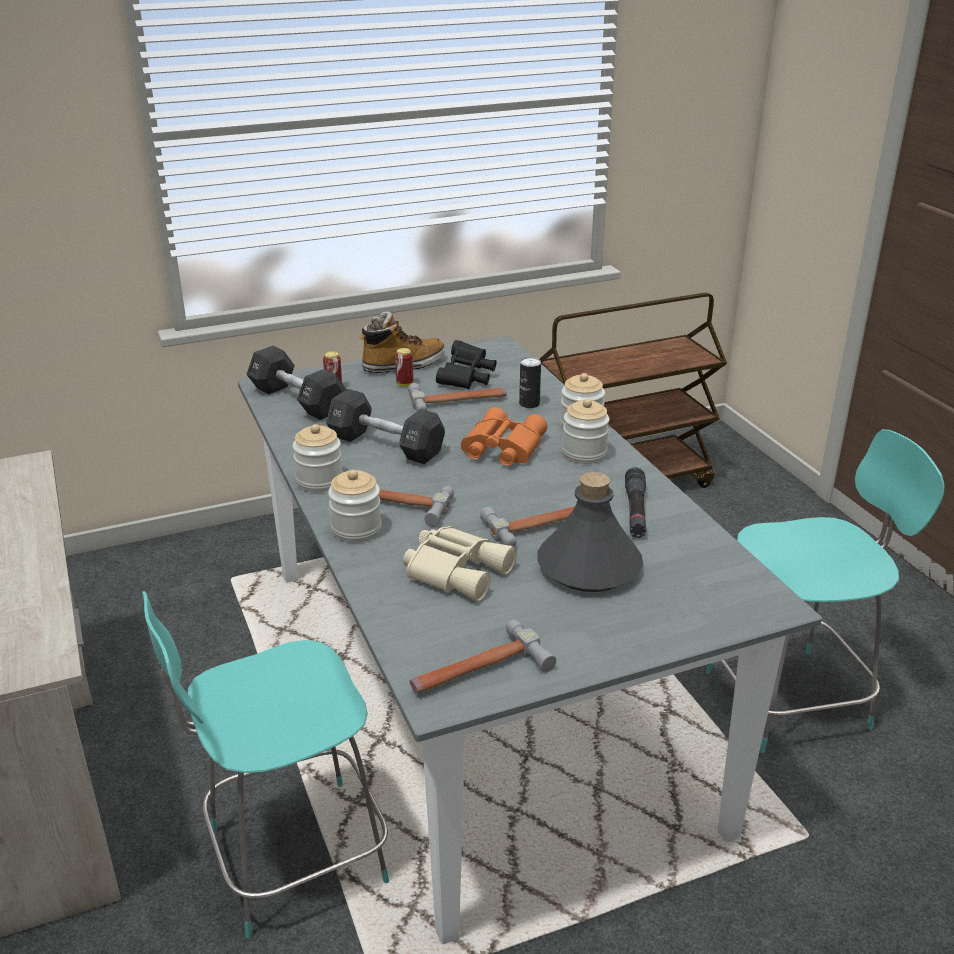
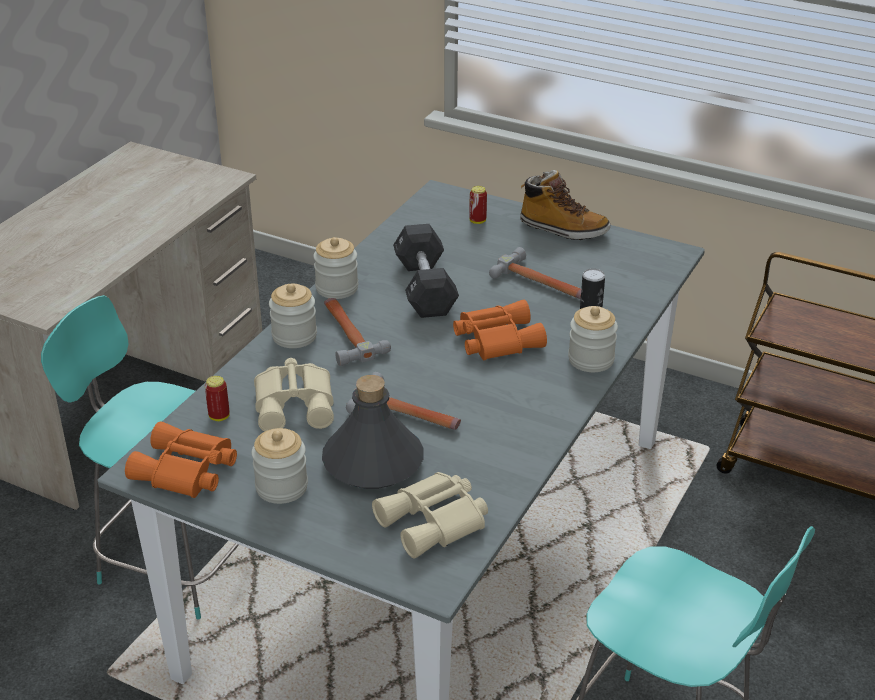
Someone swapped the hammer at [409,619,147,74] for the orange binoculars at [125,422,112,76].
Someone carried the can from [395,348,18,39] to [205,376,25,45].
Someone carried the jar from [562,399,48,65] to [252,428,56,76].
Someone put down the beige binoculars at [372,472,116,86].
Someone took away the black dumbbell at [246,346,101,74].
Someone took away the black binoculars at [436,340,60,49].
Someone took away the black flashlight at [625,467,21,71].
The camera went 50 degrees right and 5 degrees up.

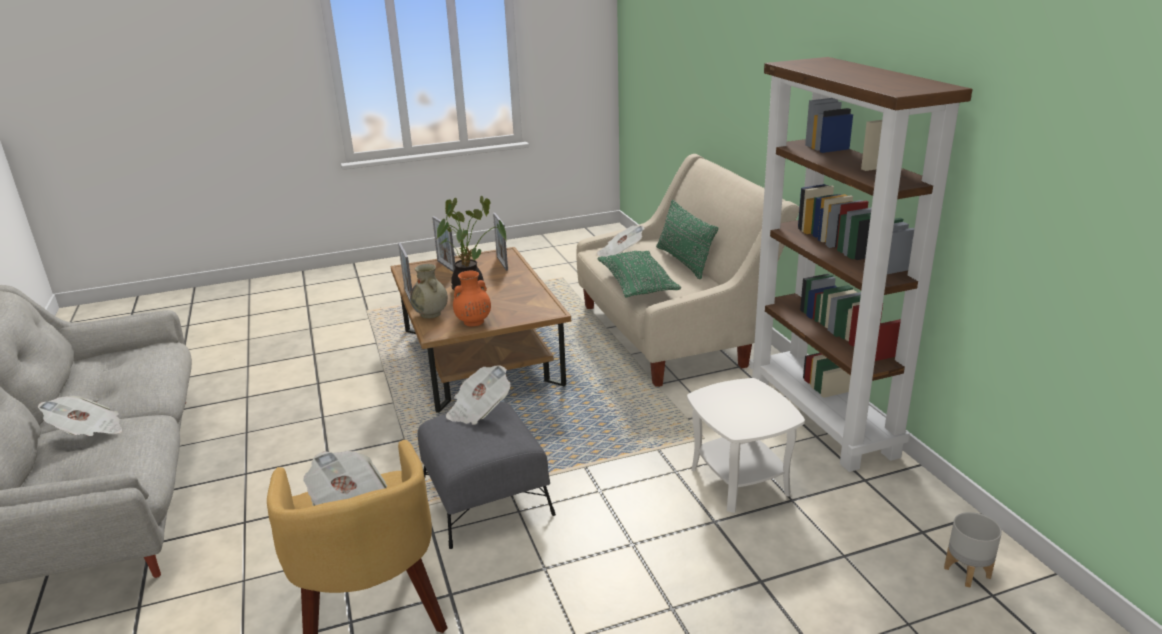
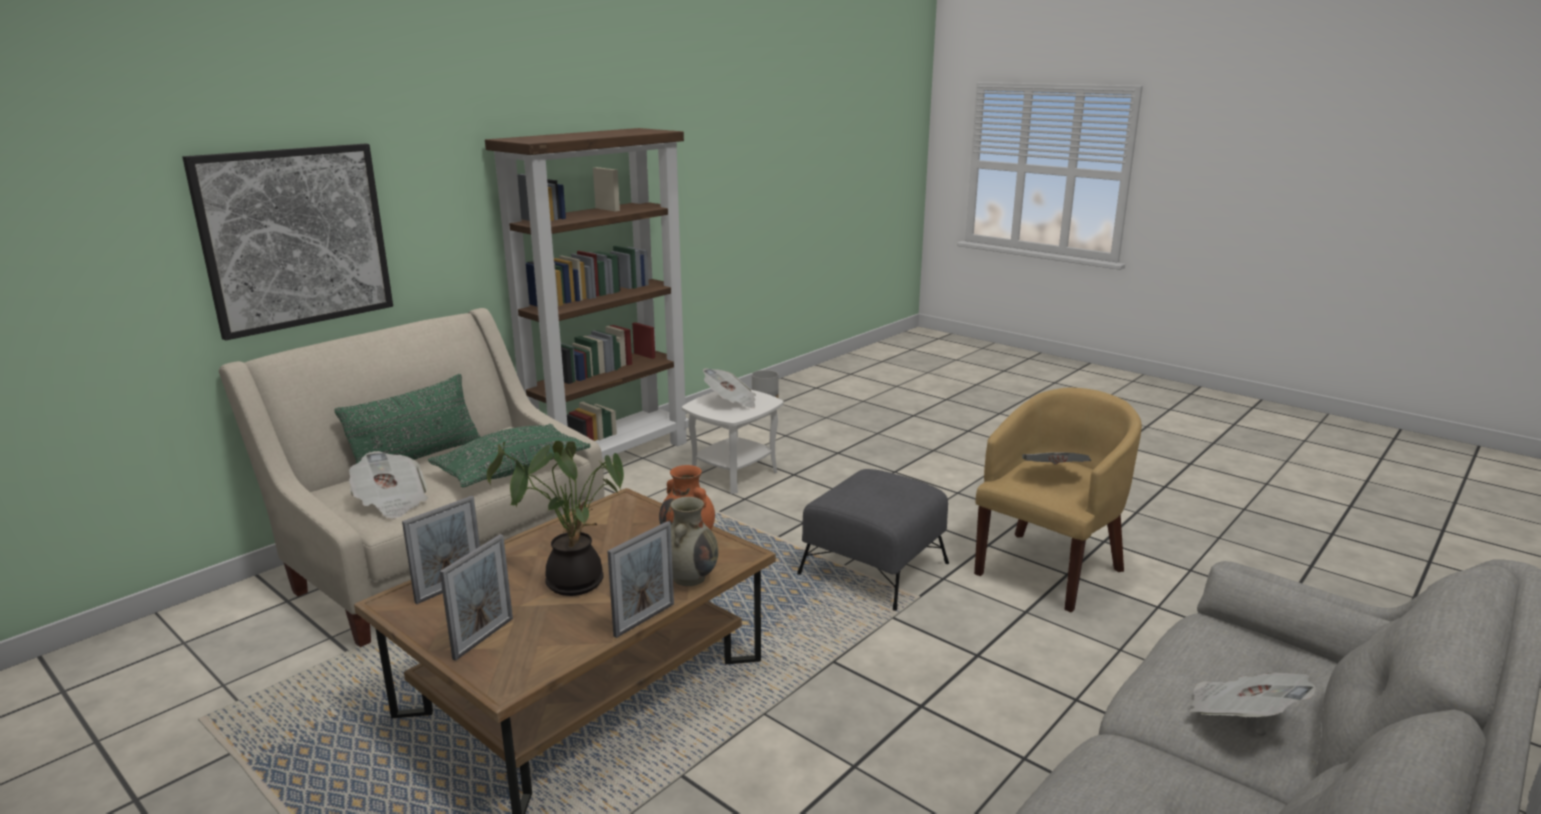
Someone put up the picture at [182,144,211,197].
Someone carried the newspaper from [446,365,64,60] to [703,368,53,40].
The camera went 120 degrees left and 5 degrees down.

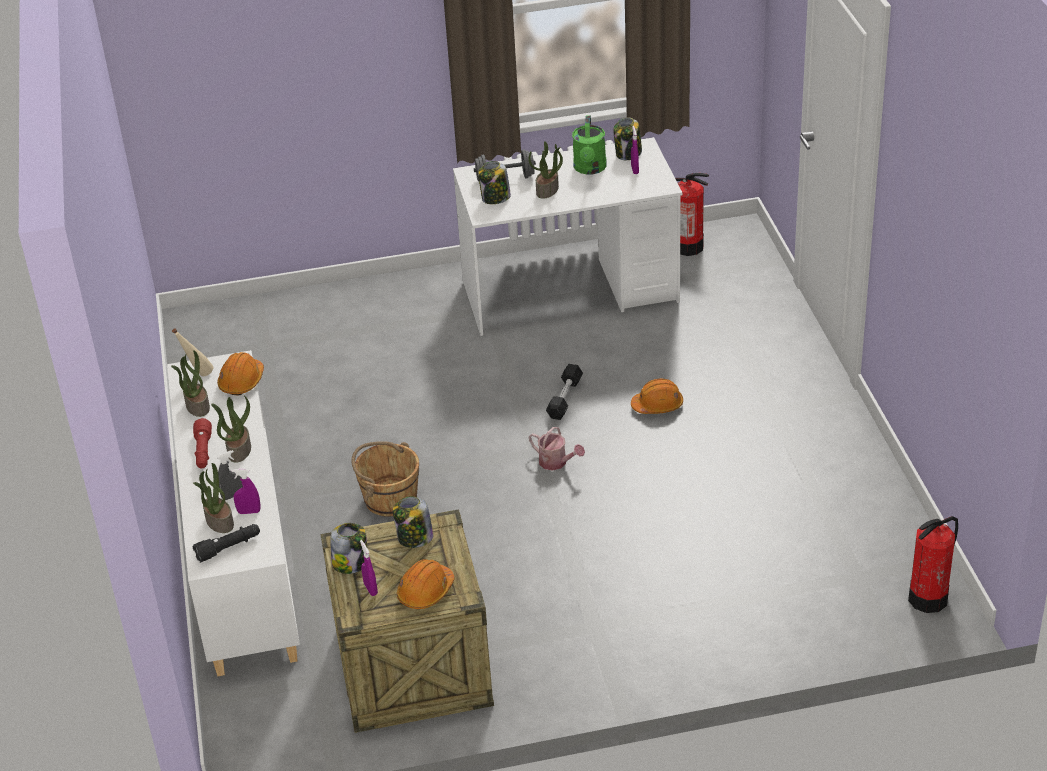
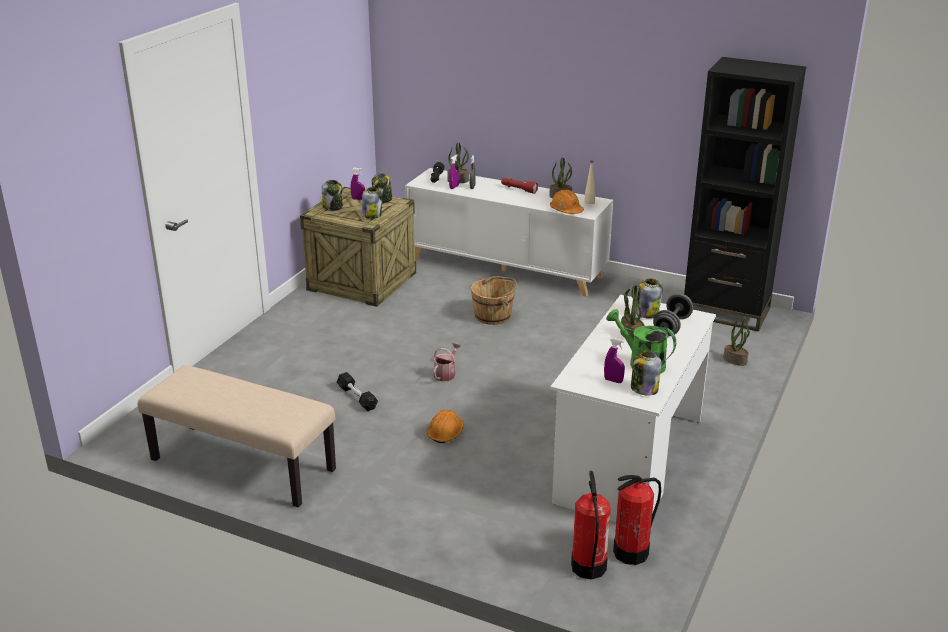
Someone put down the beige bench at [138,365,198,142].
Someone swapped the orange hard hat at [397,559,58,51] for the jar at [322,180,21,31].
Someone carried the black dumbbell from [546,364,37,56] to [337,372,41,39].
Someone rotated the watering can at [529,427,56,44] by 135 degrees clockwise.
Someone carried the fire extinguisher from [908,516,50,97] to [571,471,40,108].
Someone put down the black bookcase at [684,57,122,275].
Someone carried the potted plant from [211,396,40,67] to [723,319,27,47].
The camera went 125 degrees right and 10 degrees down.

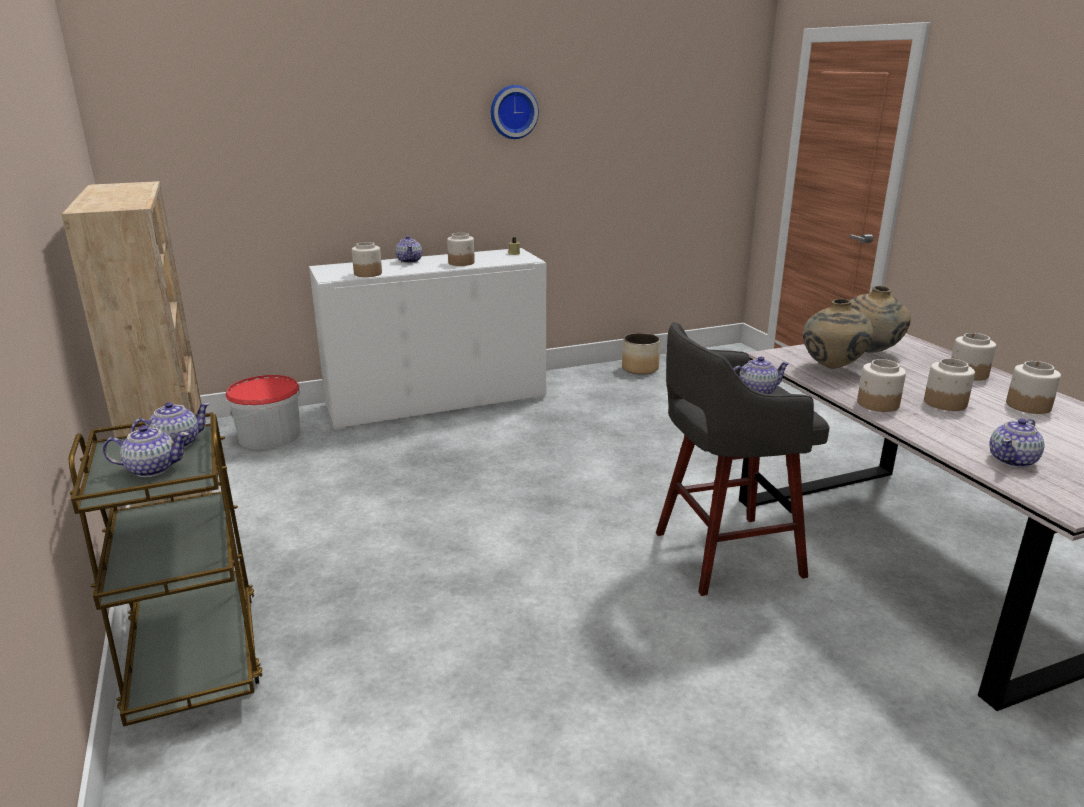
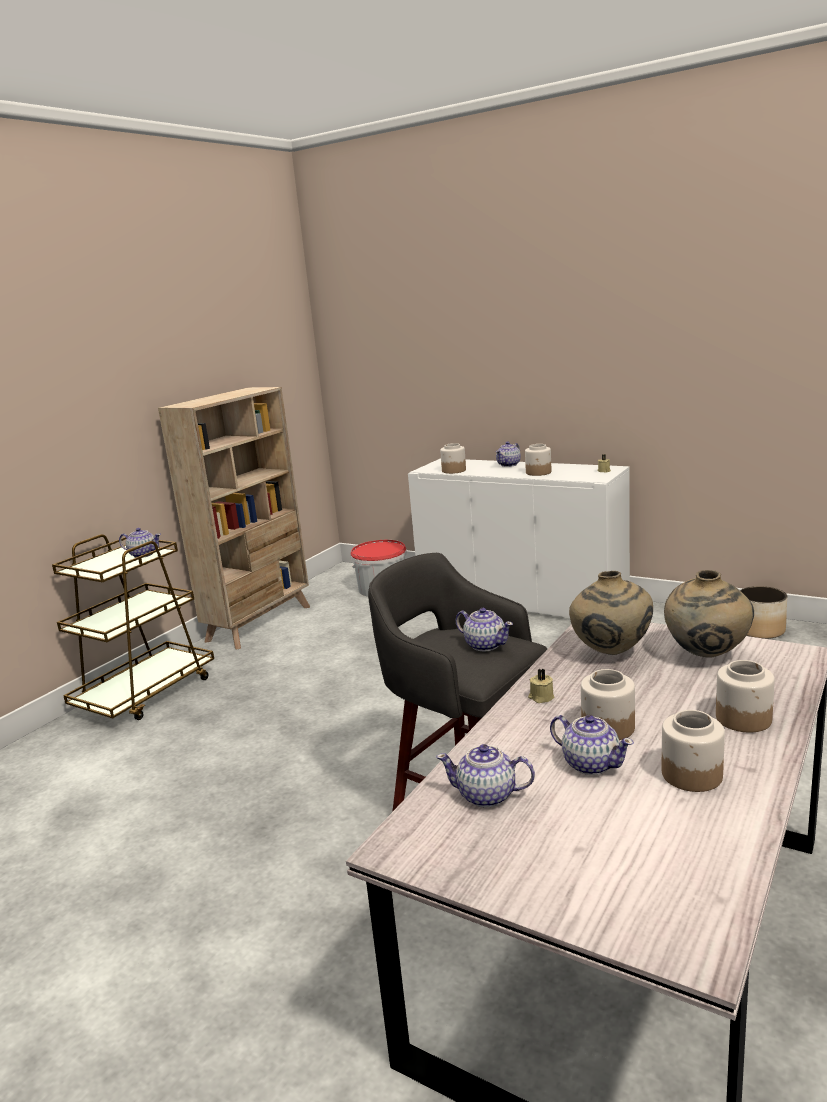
Someone swapped the jar at [857,359,49,53] for the beige candle at [528,668,26,35].
Someone carried the teapot from [103,425,86,52] to [550,715,84,60].
Someone took away the wall clock at [491,85,48,54].
The camera went 55 degrees right and 5 degrees down.

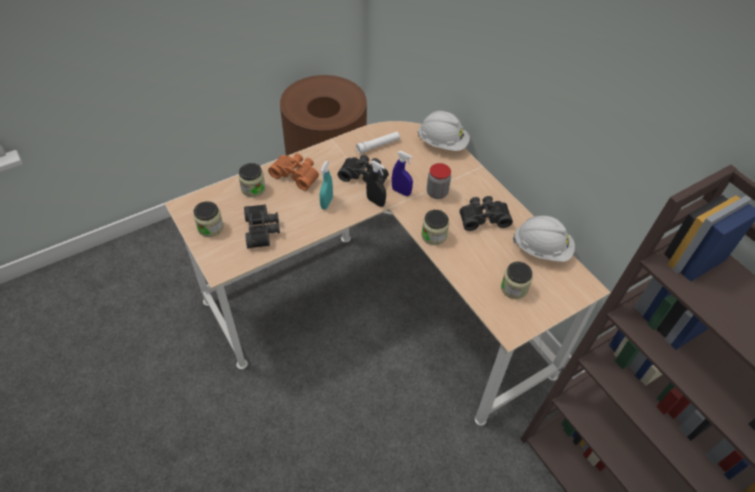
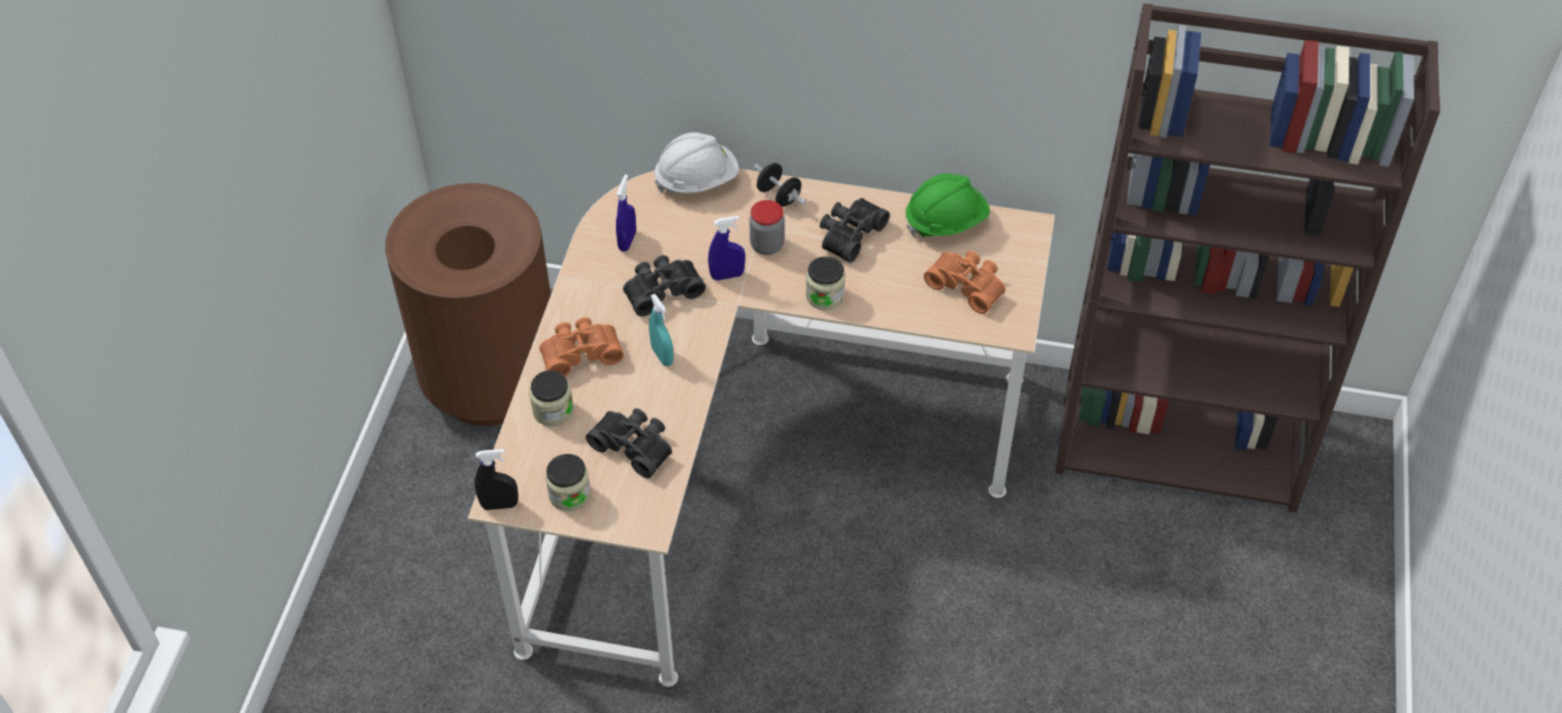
Someone carried the black spray bottle from [366,161,20,46] to [474,449,44,61].
Someone swapped the white flashlight at [356,132,44,22] for the blue spray bottle at [616,174,20,78].
Someone put down the black dumbbell at [753,163,53,44].
Someone repainted the white hard hat at [513,216,62,46], which became the green hard hat at [906,174,84,64].
Someone swapped the jar at [501,262,32,37] for the orange binoculars at [924,251,81,63].
The camera went 45 degrees left and 0 degrees up.

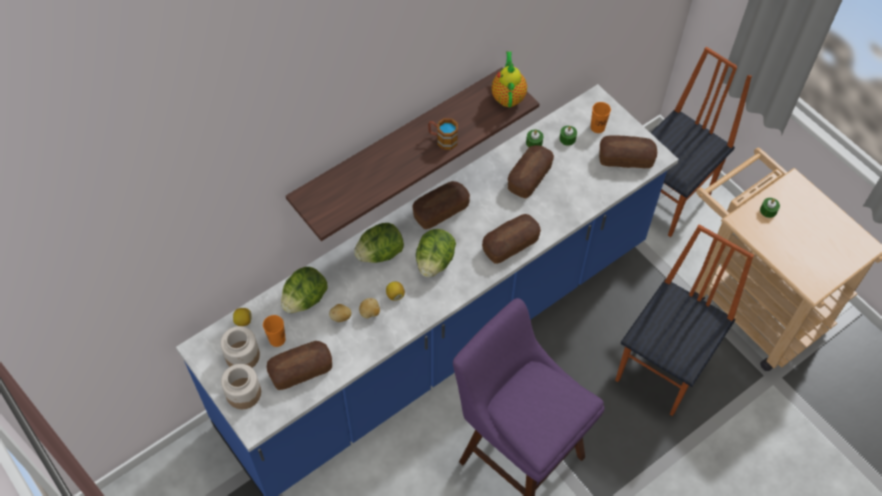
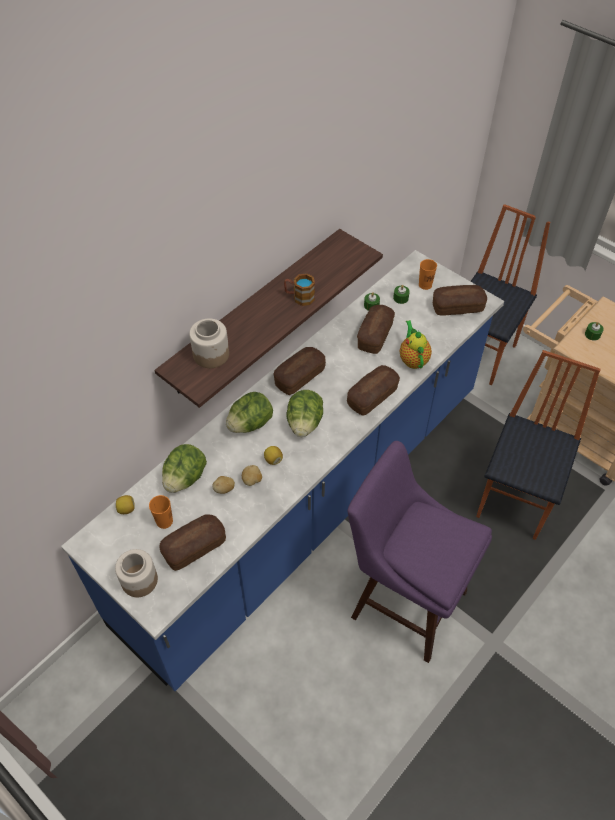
Someone carried the jar from [220,326,40,42] to [189,318,40,50].
Someone carried the teapot from [491,51,36,56] to [400,320,32,49].
The camera went 10 degrees left and 5 degrees down.

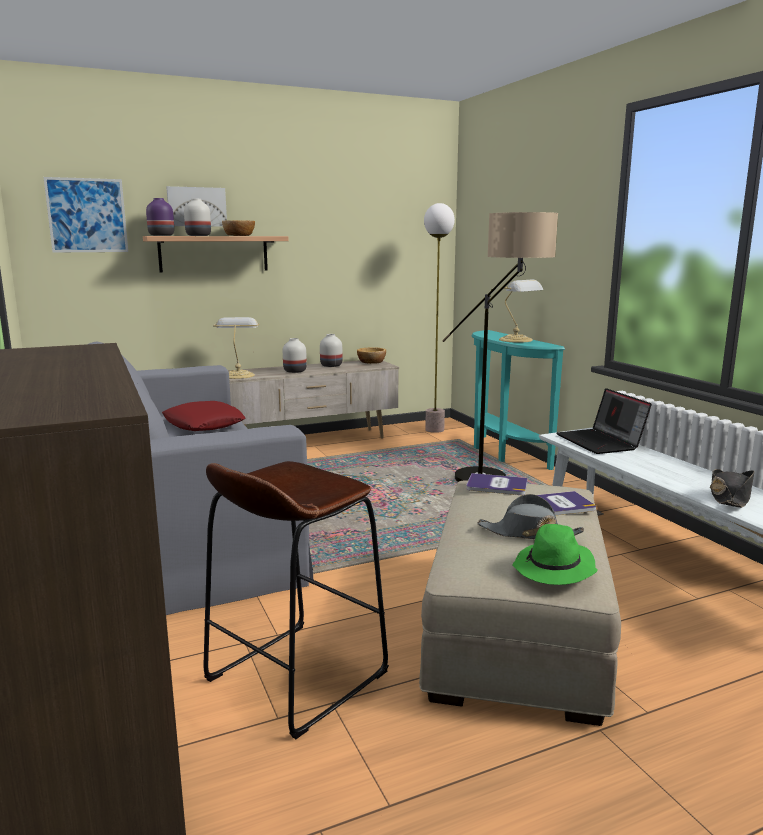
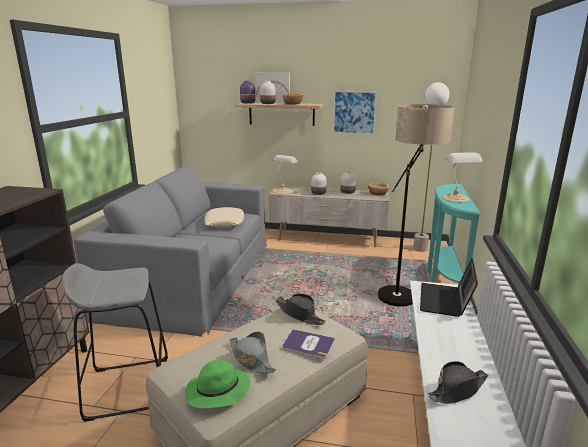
Someone repainted the brown stool at [203,461,186,278], which became the grey stool at [62,263,106,159].
Someone repainted the red pillow at [162,401,84,30], which became the beige pillow at [205,207,39,20].
Someone swapped the book at [466,473,62,22] for the black hat at [275,293,51,32].
Someone carried the picture from [44,177,84,76] to [333,91,44,44].
The camera went 35 degrees right and 5 degrees up.

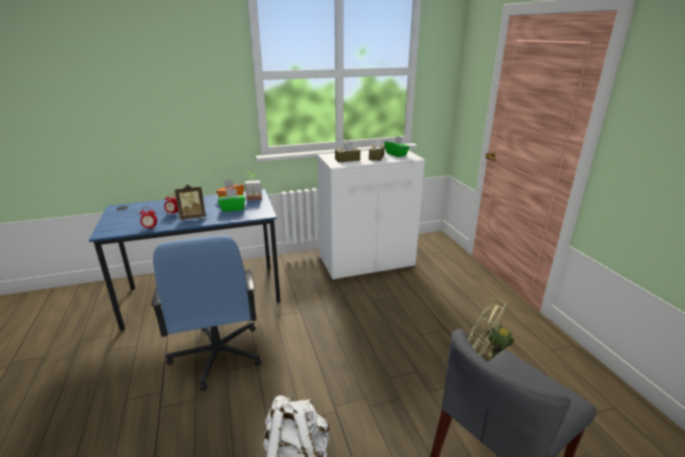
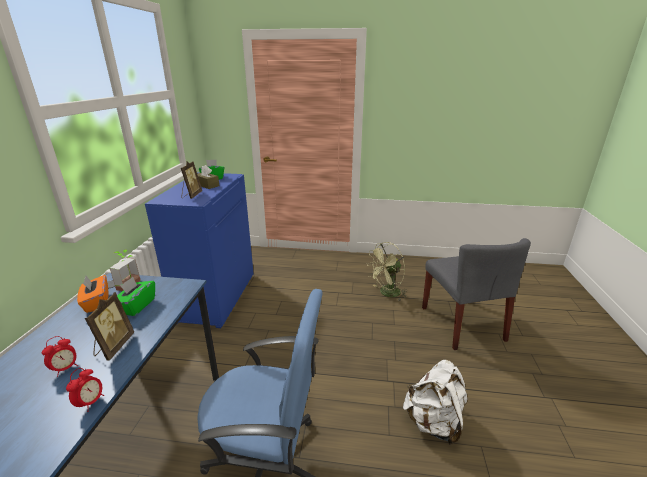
Someone repainted the white cabinet at [317,150,108,131], which became the blue cabinet at [145,172,109,156].
Someone swapped the brown tissue box at [335,141,25,21] for the picture frame at [181,161,21,38].
The camera went 65 degrees left and 0 degrees up.

